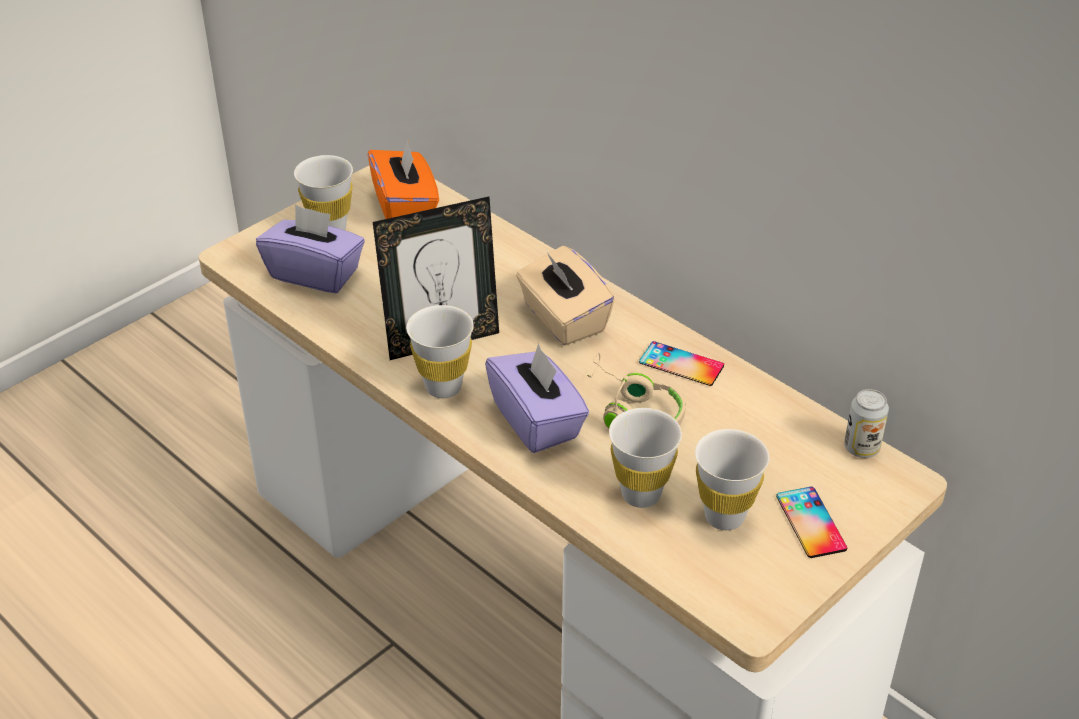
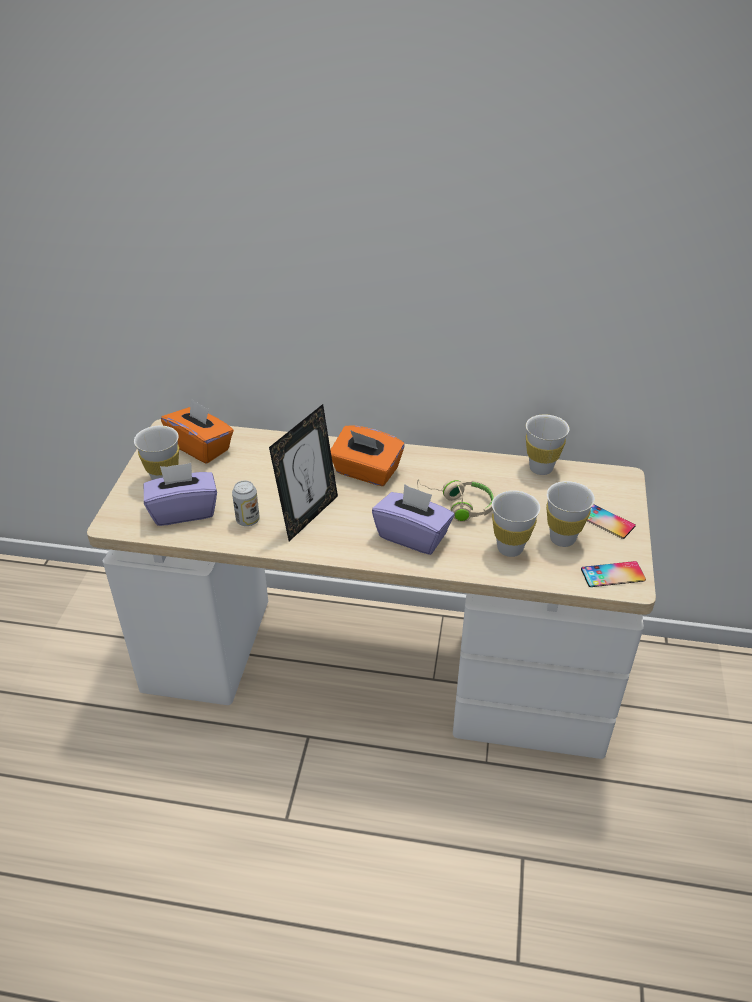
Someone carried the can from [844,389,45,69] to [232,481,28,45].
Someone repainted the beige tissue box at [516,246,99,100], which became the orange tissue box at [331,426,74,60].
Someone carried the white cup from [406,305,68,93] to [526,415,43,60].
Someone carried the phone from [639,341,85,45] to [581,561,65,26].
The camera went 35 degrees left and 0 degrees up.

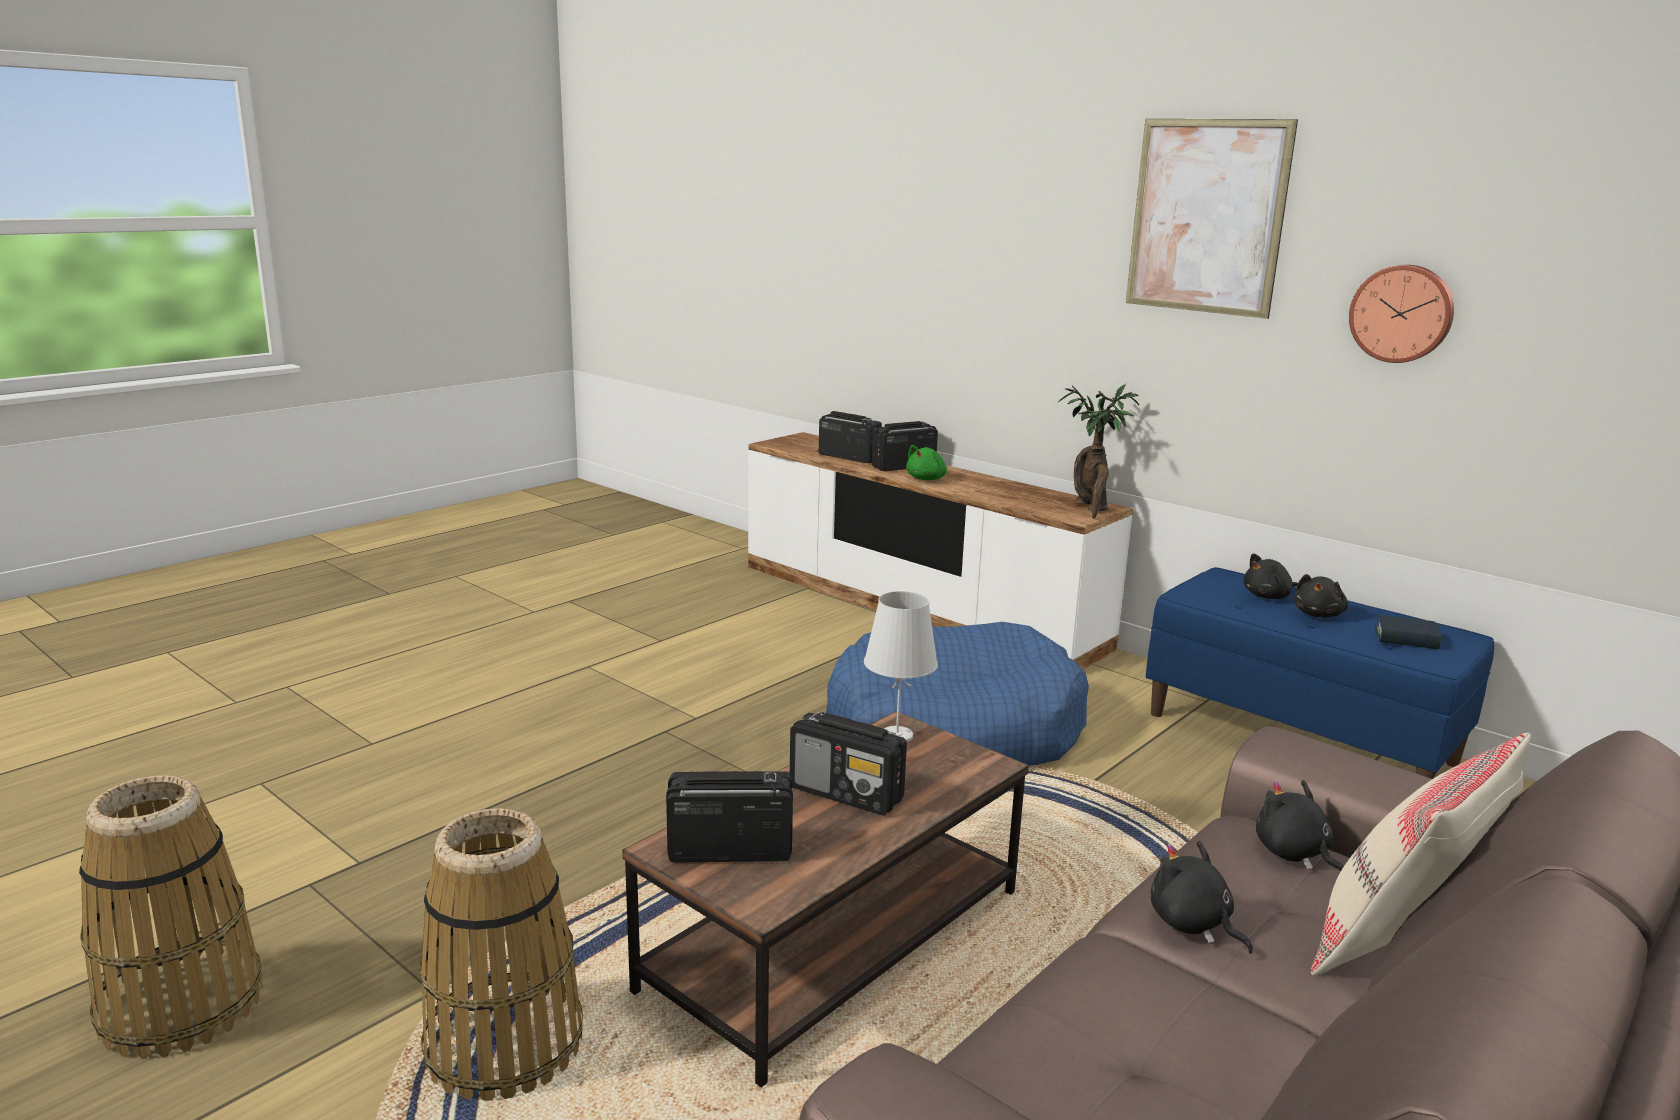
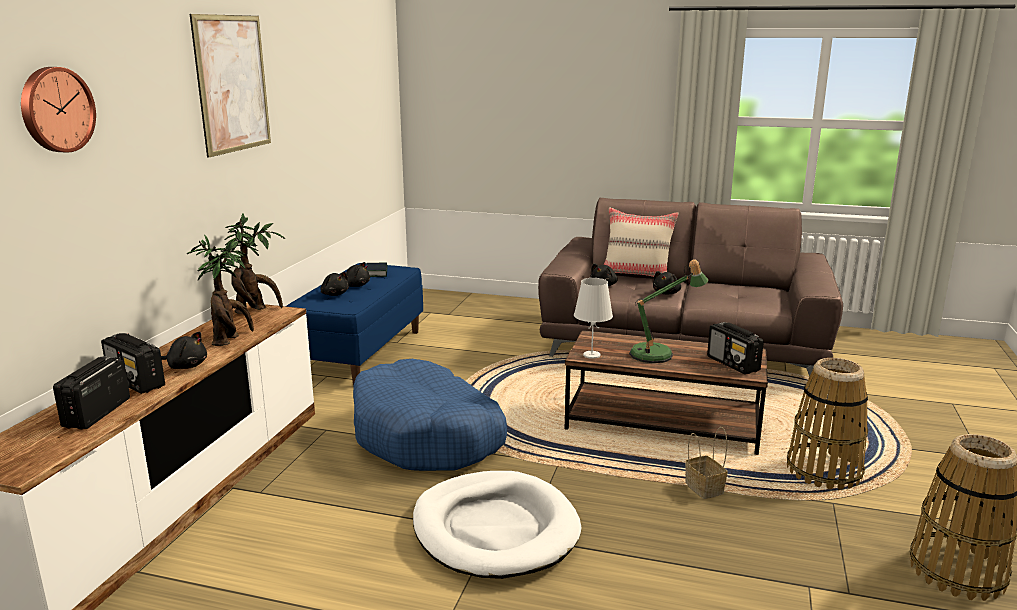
Someone carried the wall clock from [1349,265,105,98] to [21,67,75,86].
Someone repainted the green plush toy at [906,445,41,35], which became the black plush toy at [161,332,46,37].
Someone put down the potted plant at [187,234,67,112].
Someone put down the white dog bed at [413,471,168,108].
Someone swapped the radio at [790,712,117,103] for the table lamp at [629,259,79,104].
Someone put down the basket at [685,427,43,72].
The camera went 115 degrees left and 0 degrees up.

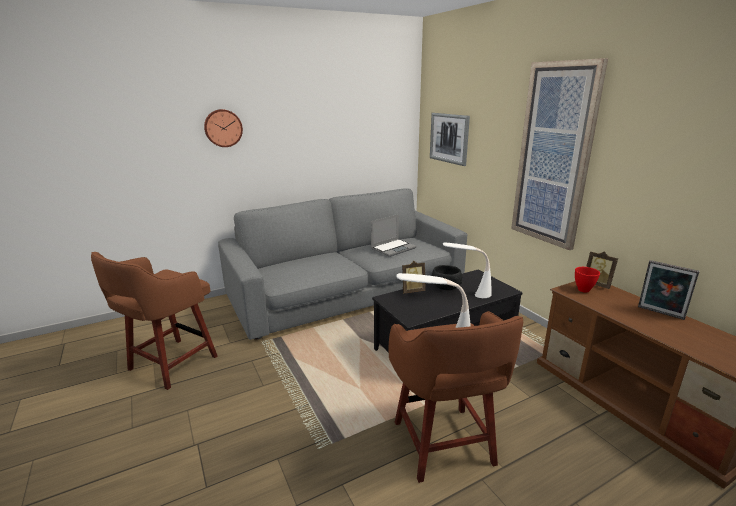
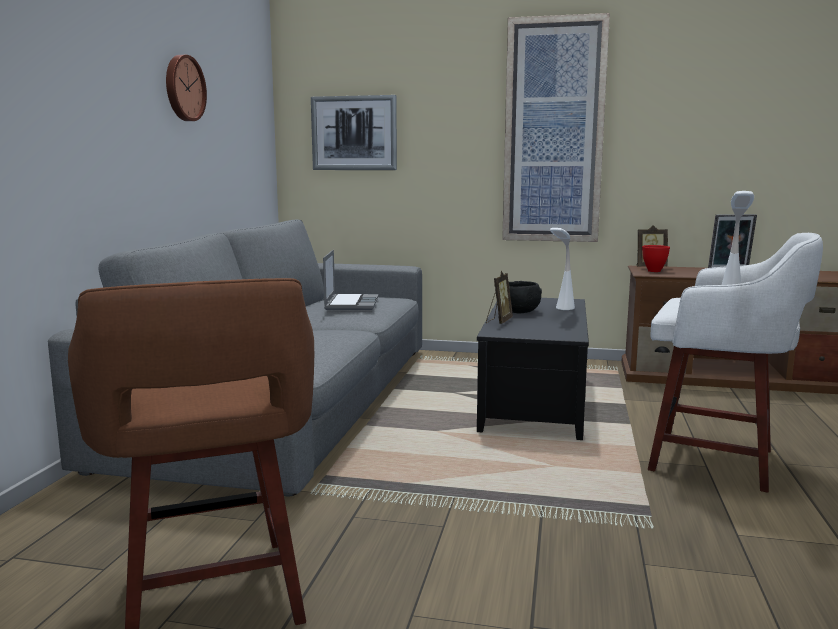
Someone carried the wall clock from [204,109,39,38] to [166,55,41,66].
Someone repainted the brown stool at [389,311,134,172], which became the white stool at [648,233,175,260].
The camera went 50 degrees left and 10 degrees down.

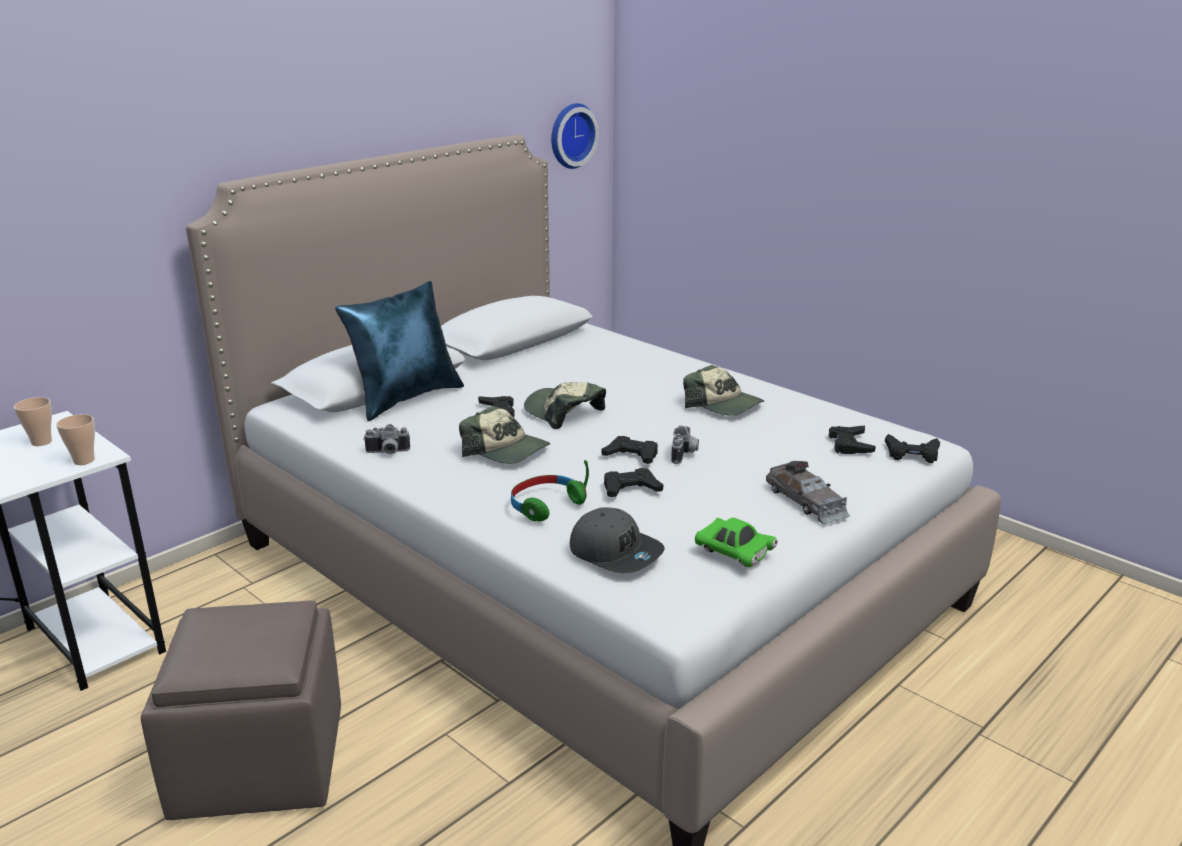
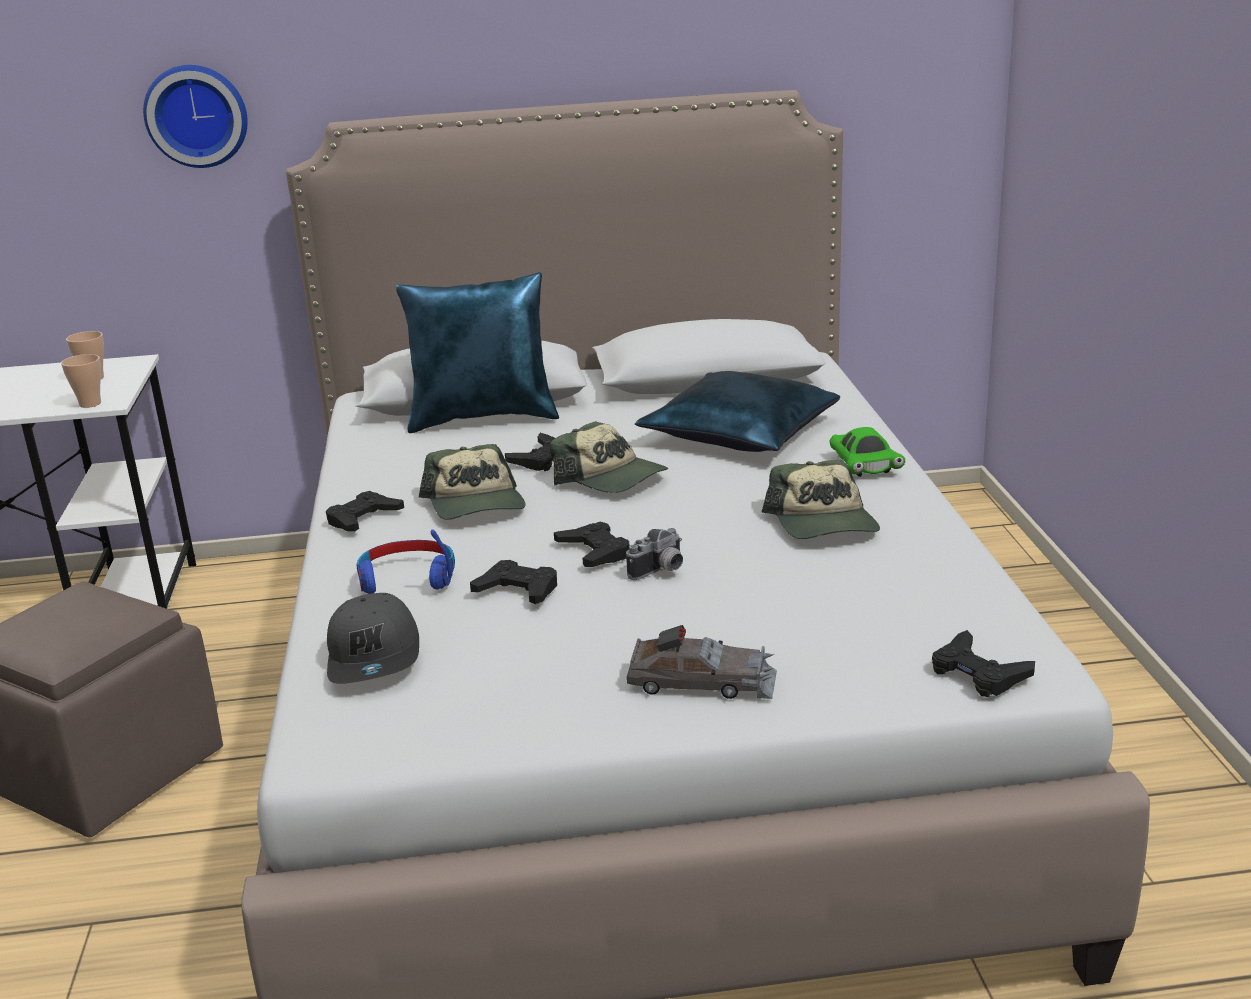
Someone carried the wall clock from [551,103,48,66] to [143,65,105,103].
Someone carried the black game controller from [829,426,47,28] to [326,491,78,41].
Someone repainted the green headphones at [511,460,78,62], which became the blue headphones at [357,530,98,64].
Someone rotated the cap at [524,382,82,47] by 135 degrees clockwise.
Someone rotated the grey toy car at [766,461,84,64] by 90 degrees counterclockwise.
Someone put down the blue pillow at [635,371,205,81].
Someone carried the green toy car from [695,518,82,49] to [830,427,75,50].
Someone took away the photo camera at [363,424,47,30].
The camera went 40 degrees right and 0 degrees up.

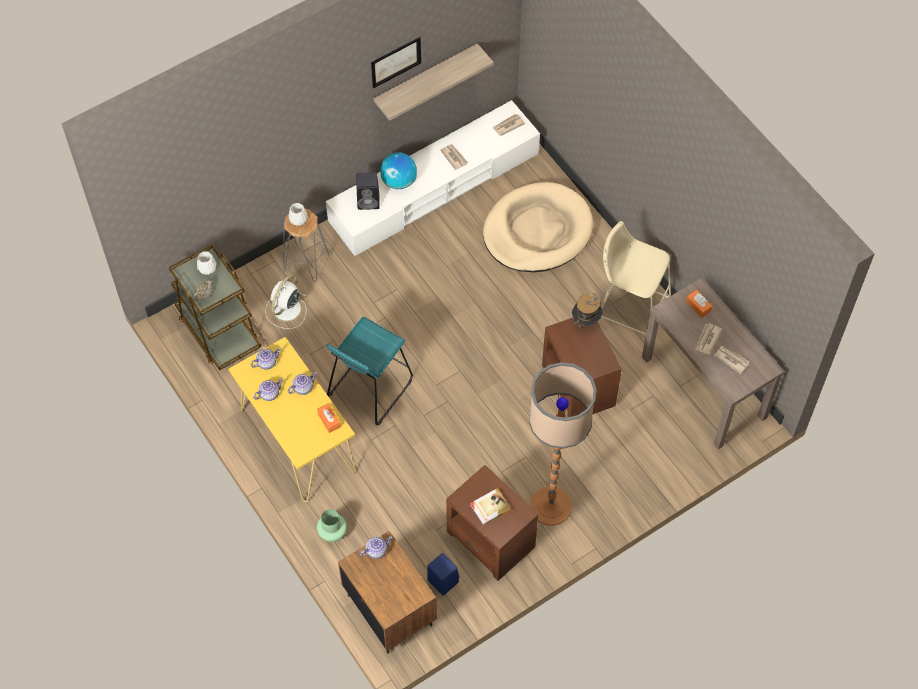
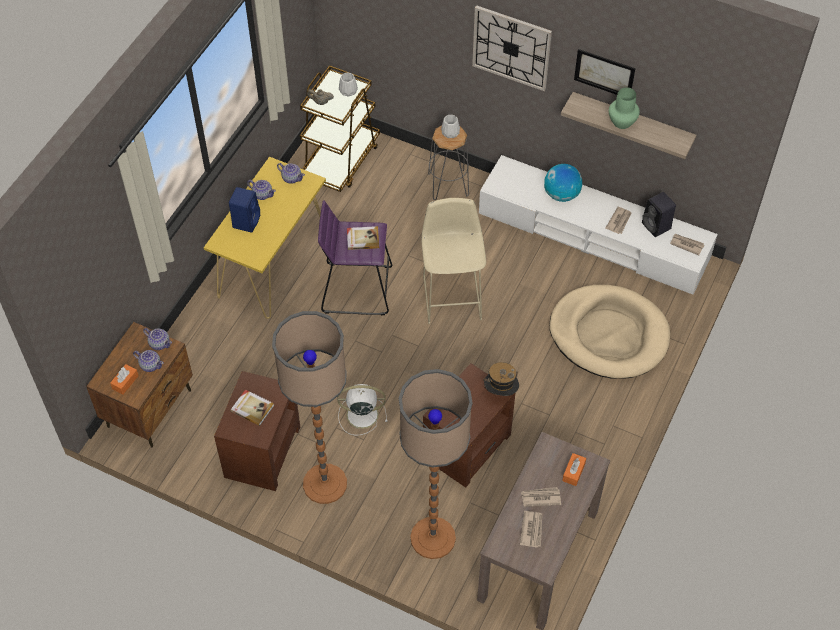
Someone carried the orange tissue box from [317,403,24,30] to [110,364,29,31].
Someone carried the teapot from [288,372,29,23] to [133,350,31,22].
Someone carried the blue speaker from [427,553,32,43] to [229,187,31,46].
Someone repainted the turquoise stool at [327,317,86,108], which became the purple stool at [318,200,74,115].
Someone carried the white fan from [265,274,42,55] to [337,384,50,52].
Someone put down the book at [347,226,32,24].
Someone put down the floor lamp at [399,369,74,190].
Someone carried the beige stool from [601,221,70,115] to [422,198,64,126].
Someone put up the wall clock at [472,5,80,86].
Someone carried the green vase from [317,509,30,33] to [609,87,31,42].
Someone carried the black speaker from [357,172,23,38] to [642,192,34,45].
The camera went 60 degrees right and 5 degrees down.

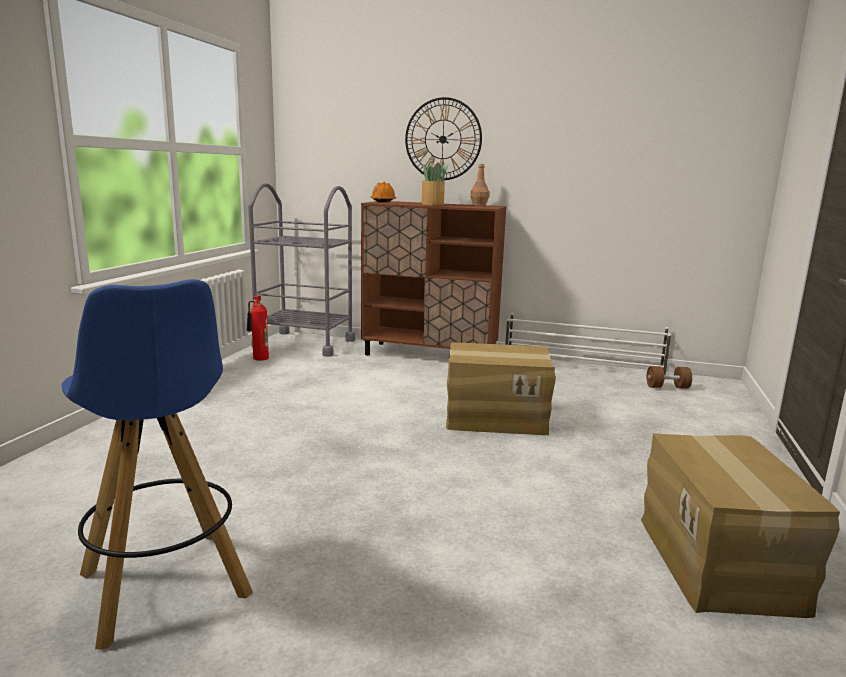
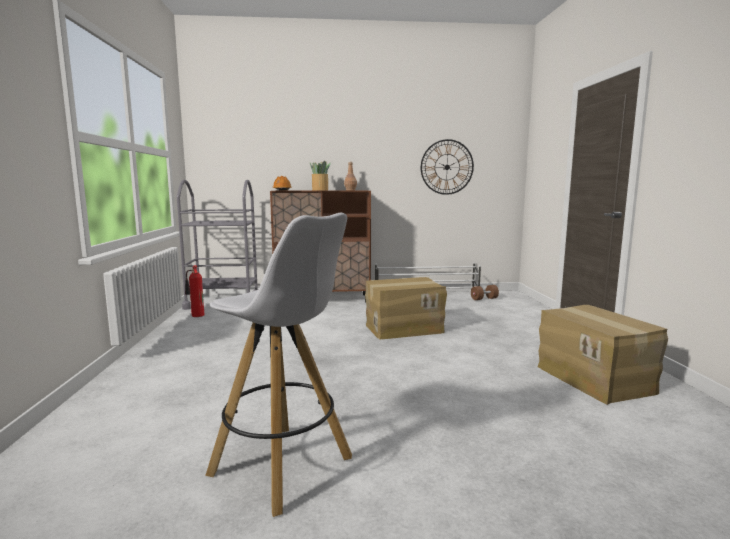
Someone repainted the blue stool at [62,279,191,370], which became the white stool at [205,213,147,304].
Someone carried the wall clock from [405,97,77,83] to [421,139,53,56].
The camera went 20 degrees left and 5 degrees down.

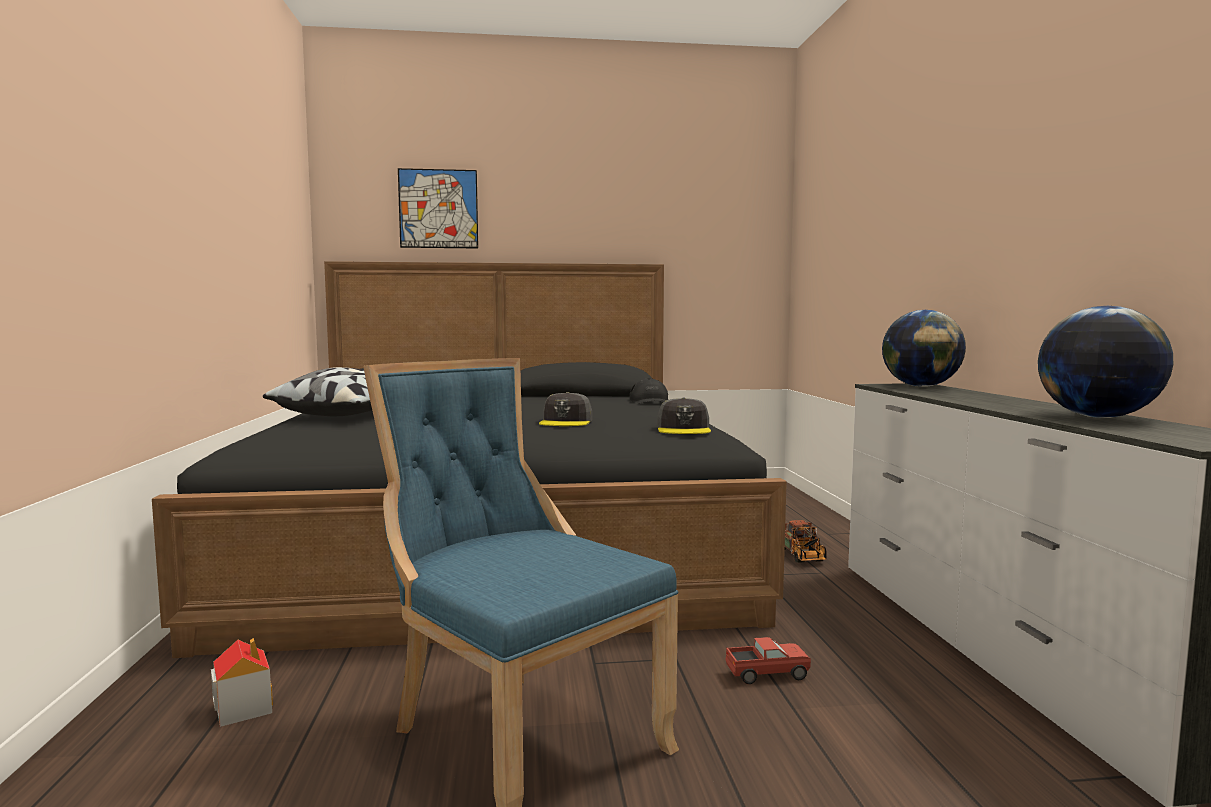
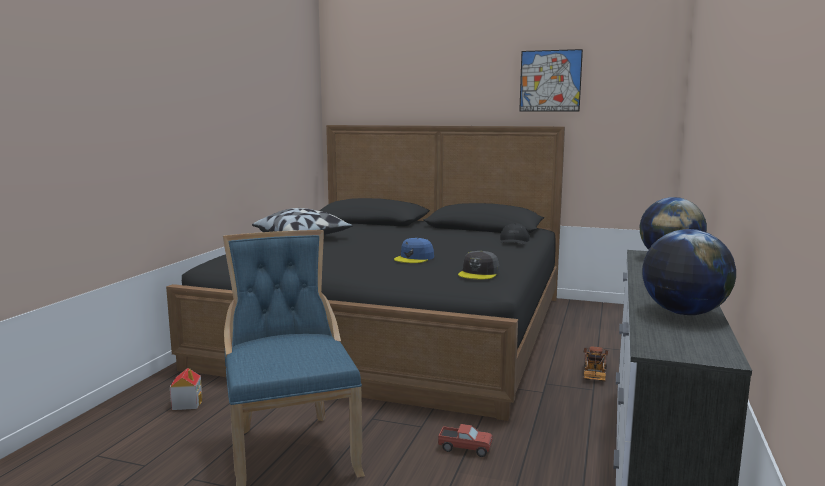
Someone repainted the grey cap at [539,392,53,34], which became the blue cap at [394,238,40,25].
Someone carried the picture from [398,168,80,81] to [519,49,64,62].
The camera went 25 degrees right and 5 degrees up.

